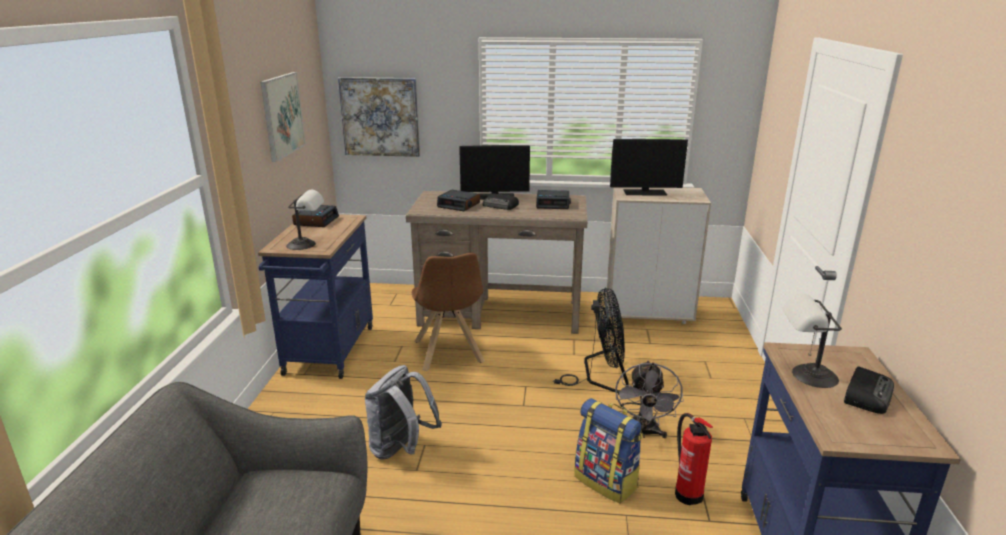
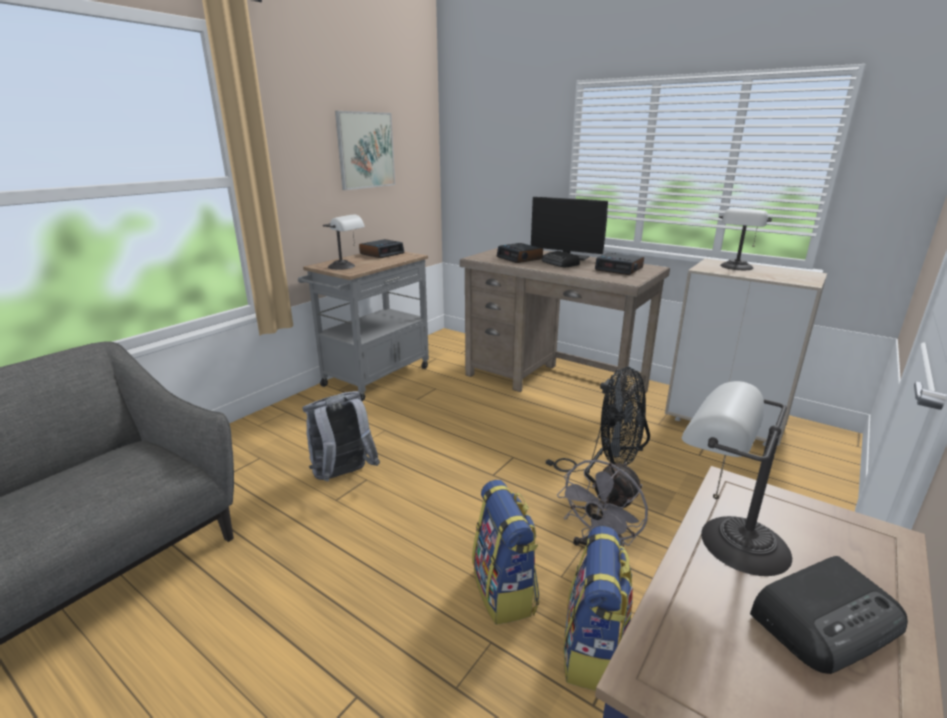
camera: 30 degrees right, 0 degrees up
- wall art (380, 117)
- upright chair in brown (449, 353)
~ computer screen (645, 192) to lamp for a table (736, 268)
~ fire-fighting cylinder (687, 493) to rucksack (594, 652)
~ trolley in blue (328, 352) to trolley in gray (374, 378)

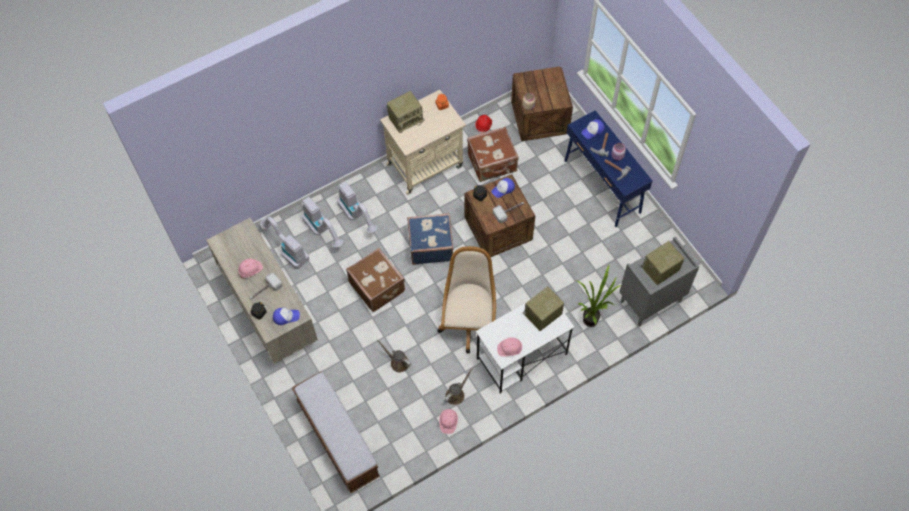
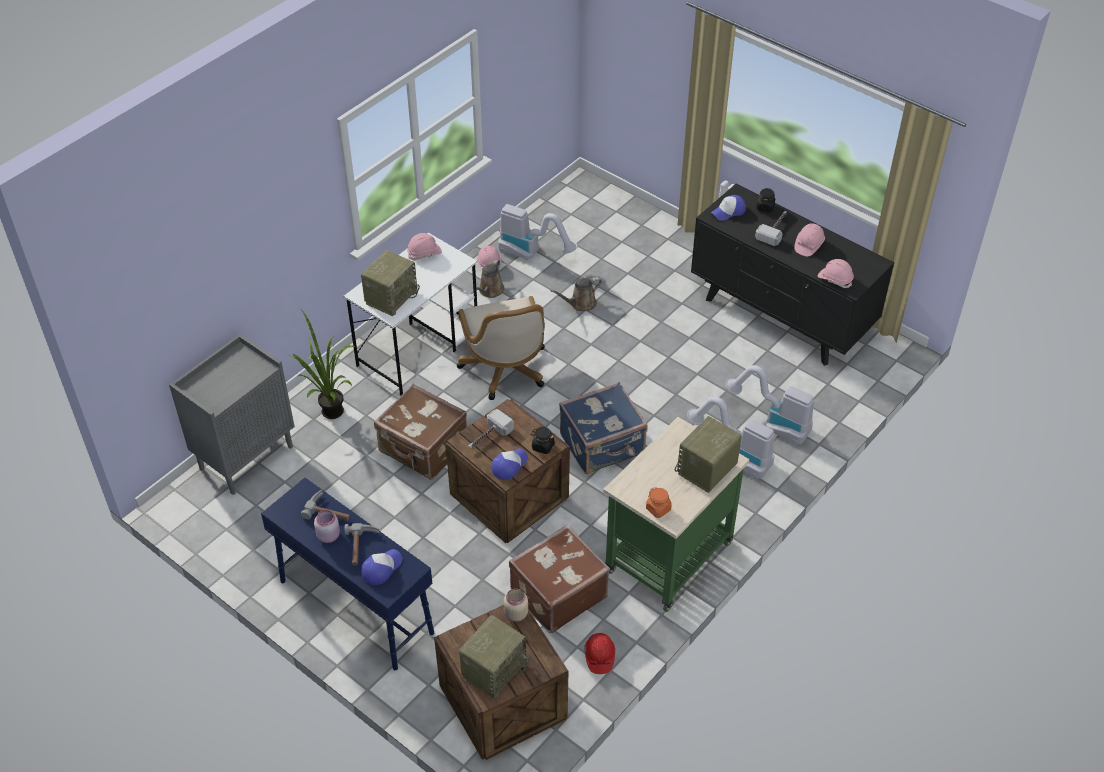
camera: 160 degrees right, 15 degrees down
- bench (338, 439)
+ safety helmet in pinkish (835, 279)
~ hoover (288, 250) to (532, 253)
~ suitcase in brown (377, 286) to (423, 449)
~ radio receiver (660, 270) to (494, 669)
~ dresser in beige-coloured (269, 310) to dresser in black (781, 315)
~ trolley in beige-coloured (425, 165) to trolley in green (669, 559)
~ watering pot in brown (398, 362) = (580, 304) 135 degrees clockwise

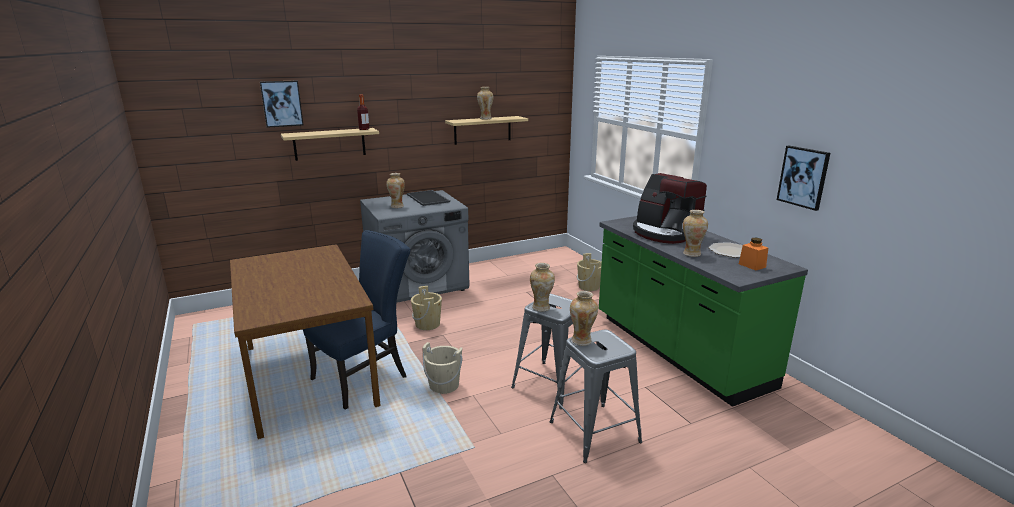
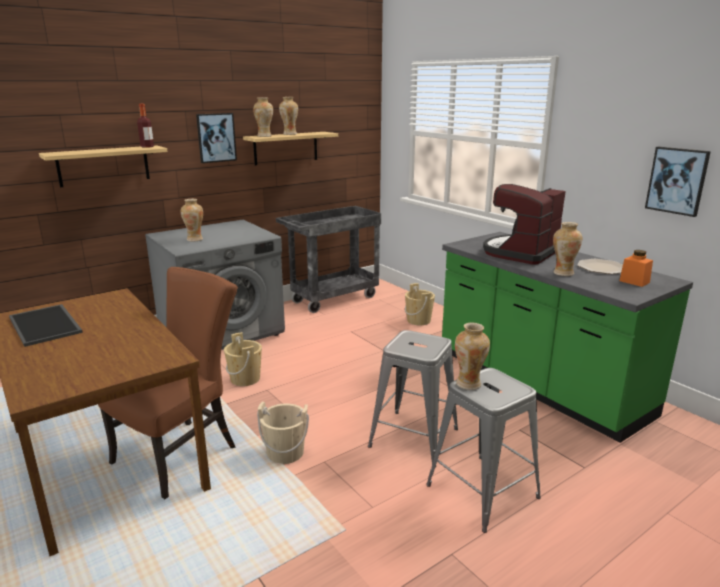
camera: 10 degrees left, 0 degrees up
+ trolley in gray (331, 301)
~ wall art (281, 103) to (216, 137)
~ serving tray (428, 198) to (46, 325)
~ flower vase (541, 308) to (264, 136)
~ upright chair in blue (365, 377) to upright chair in brown (182, 452)
~ coffee maker (665, 233) = (520, 252) 90 degrees clockwise

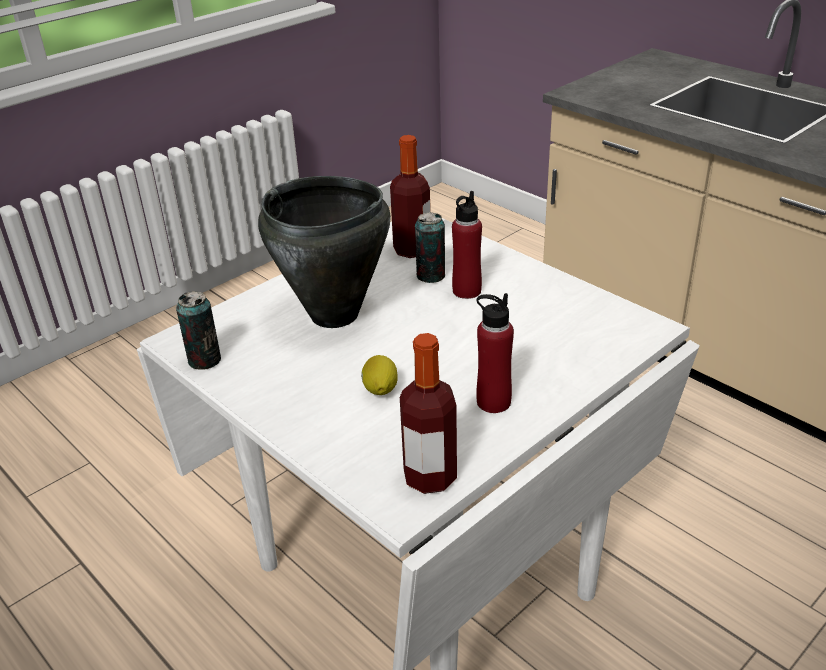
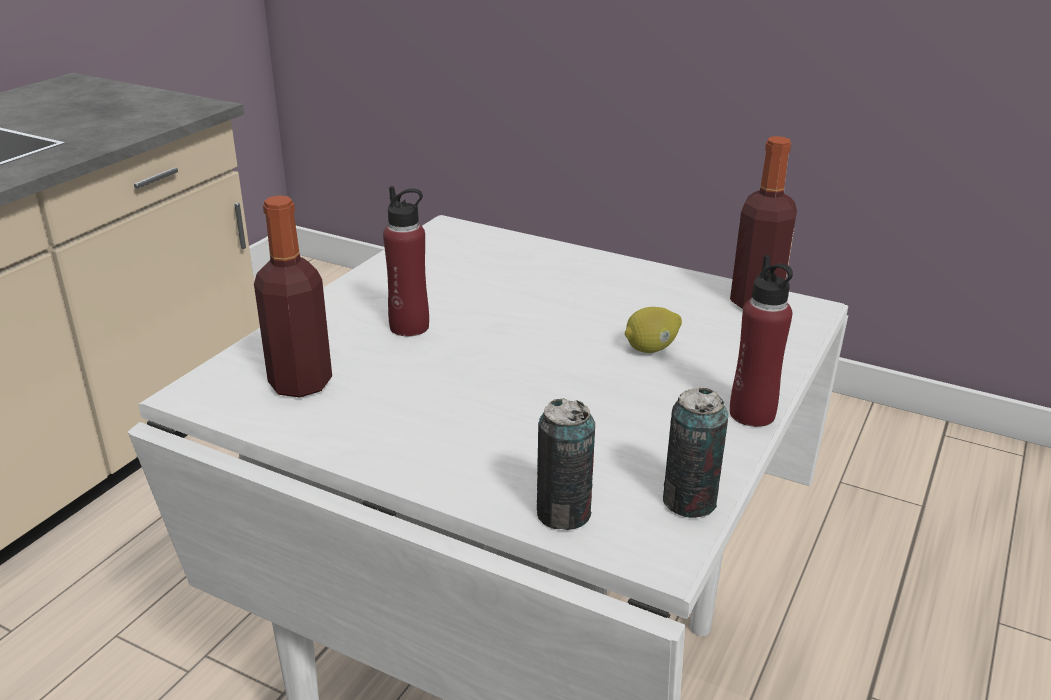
camera: 110 degrees left, 5 degrees down
- cooking pot in black (334, 315)
~ metal can (431, 276) to (563, 513)
~ drink bottle in red-coloured (493, 402) to (752, 414)

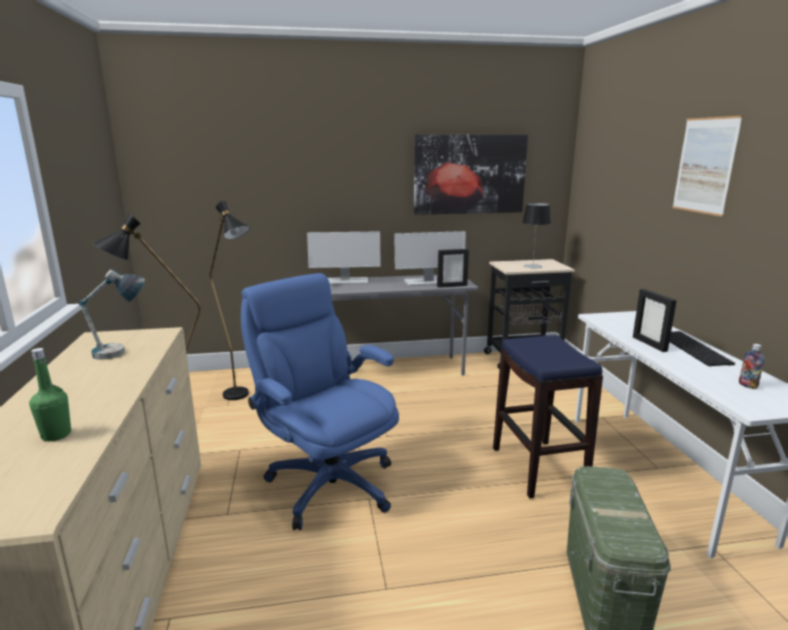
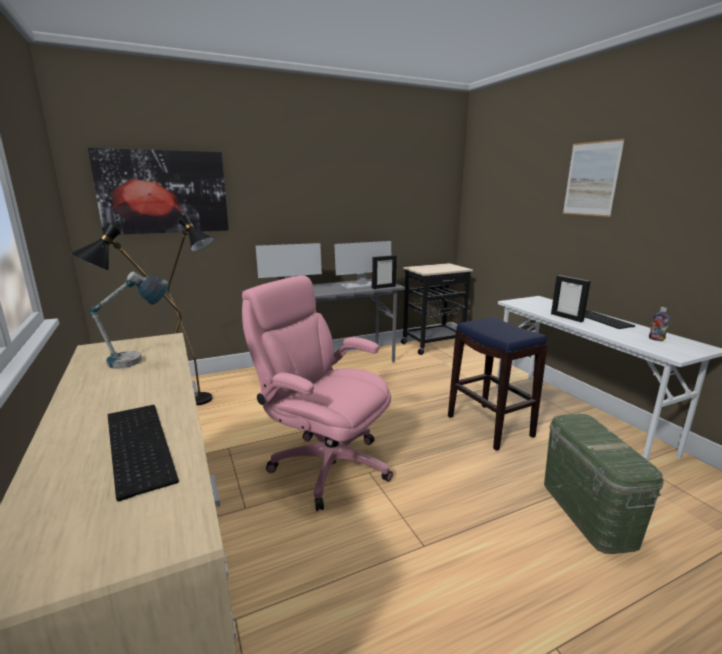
camera: 15 degrees left, 0 degrees up
- lamp for a table (532, 266)
~ wall art (469, 174) to (163, 192)
~ drink bottle in green (56, 435) to computer keyboard (135, 446)
~ office chair in blue (327, 481) to office chair in pinkish (324, 463)

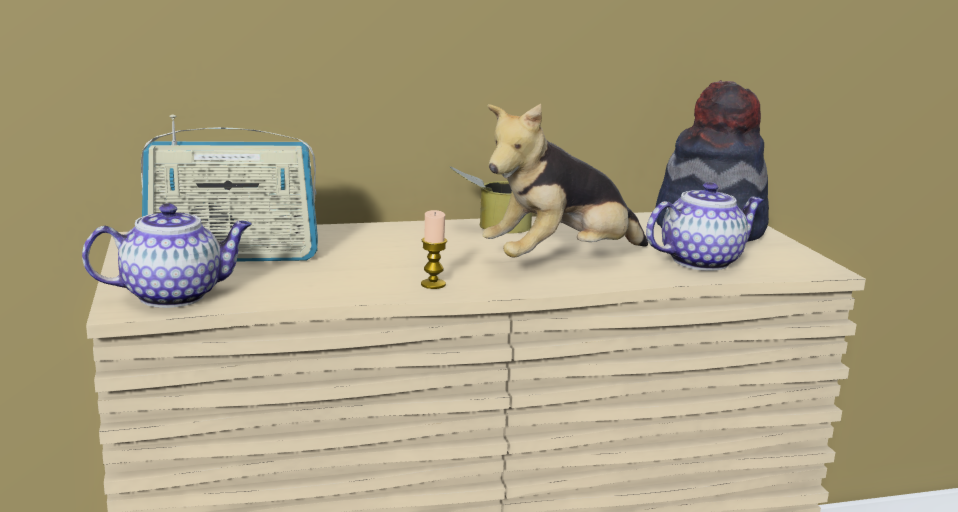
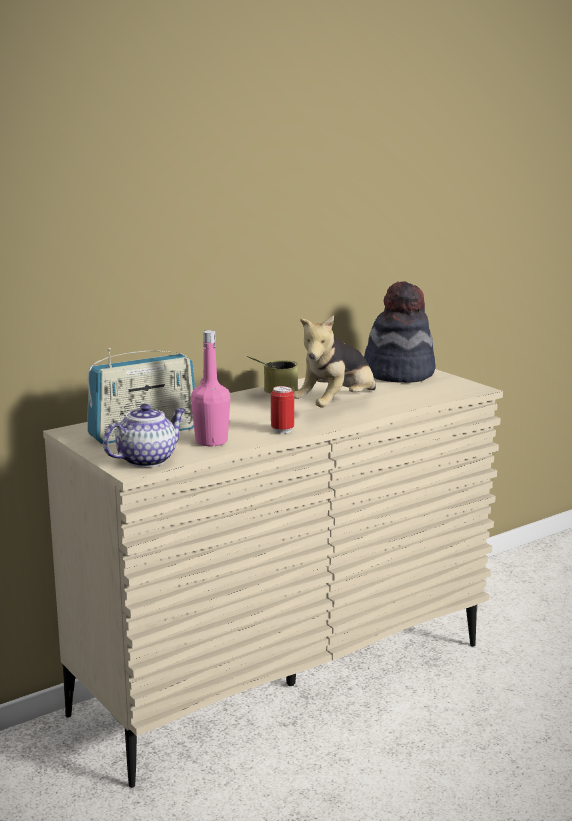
camera: 20 degrees left, 0 degrees up
- pot for tea (702, 261)
+ drink bottle in pinkish (211, 441)
~ wax candle (433, 284) to metal can (282, 430)

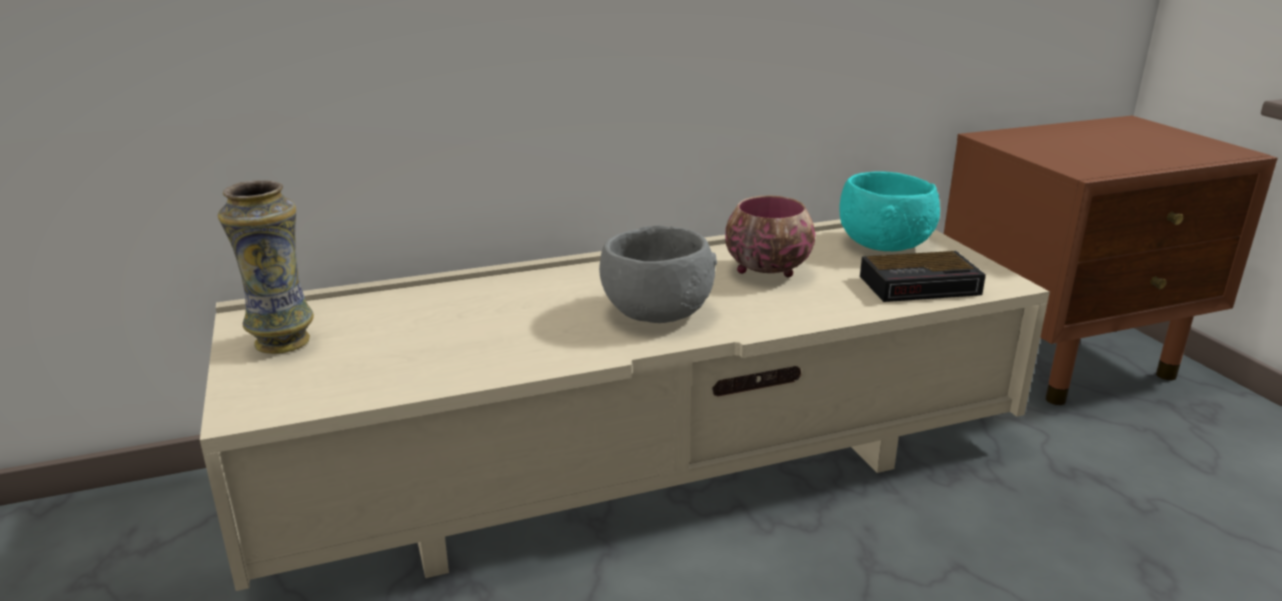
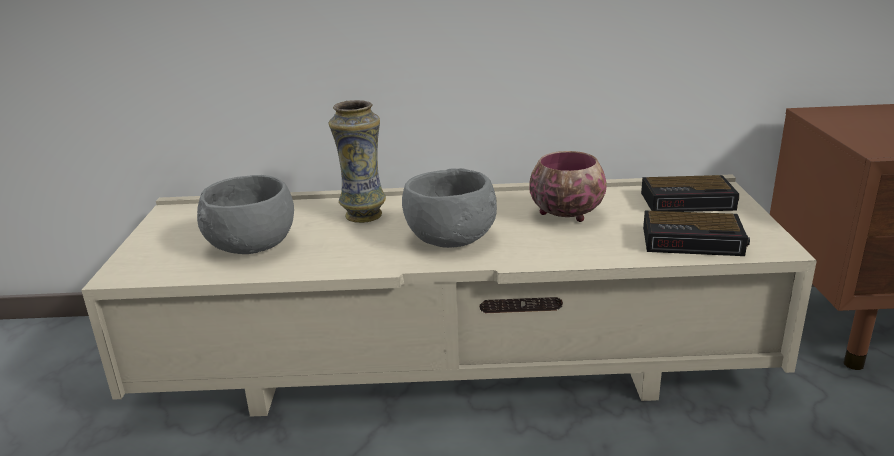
camera: 20 degrees right, 0 degrees up
+ serving bowl in gray (251, 246)
~ flower vase (281, 341) to (363, 215)
~ serving bowl in blue-green (884, 243) to alarm clock (689, 201)

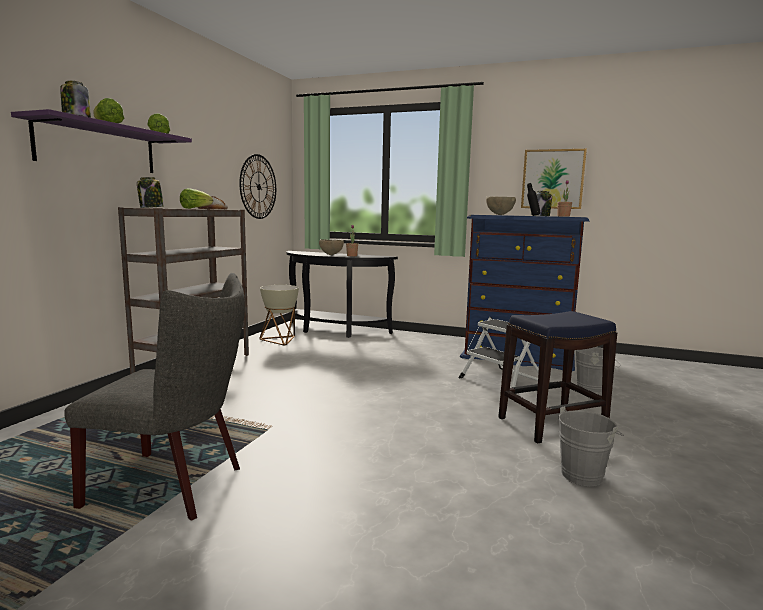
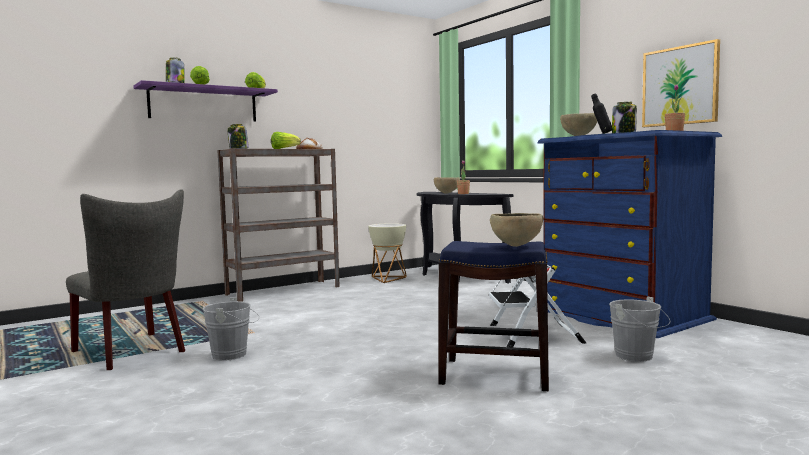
camera: 35 degrees right, 5 degrees down
- wall clock (258, 187)
+ serving bowl in brown (516, 246)
~ pail in gray (584, 474) to (233, 355)

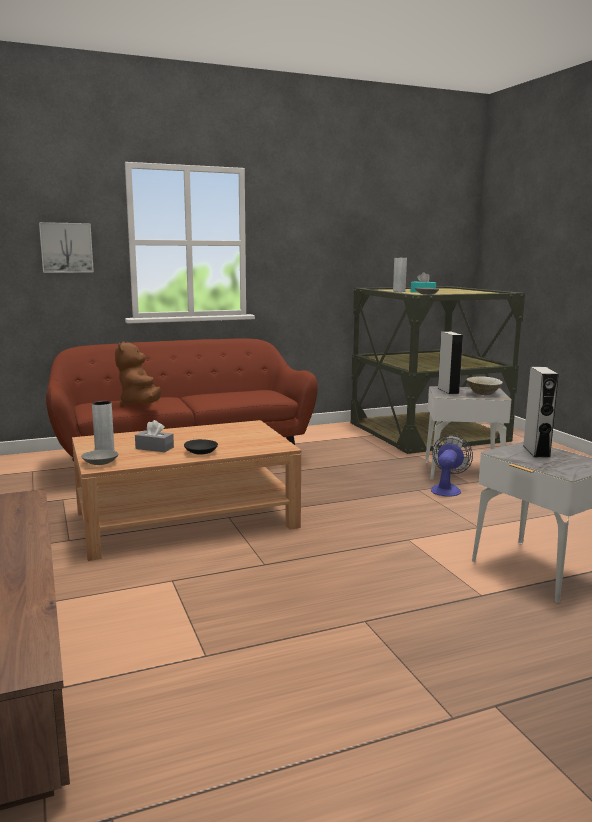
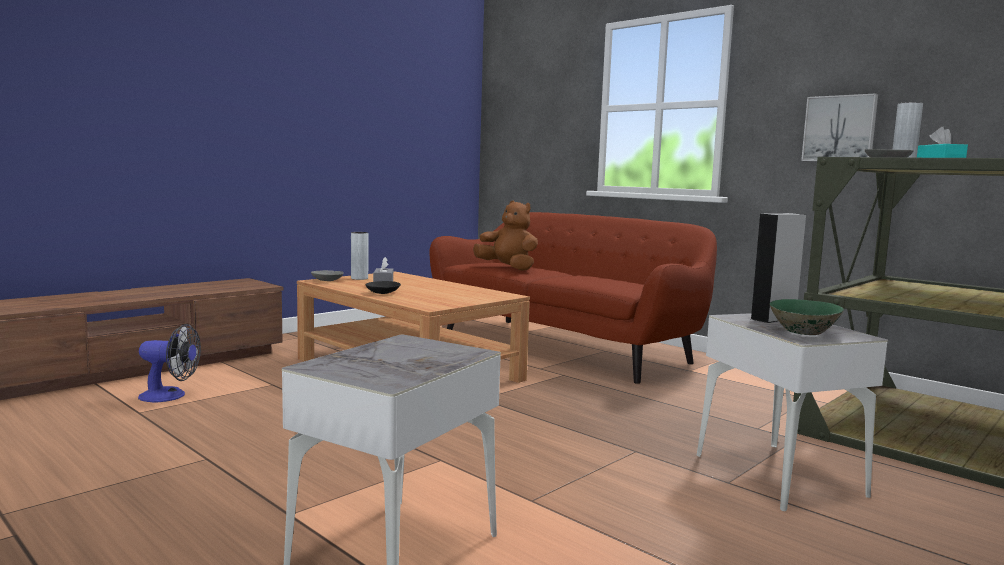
camera: 65 degrees right, 5 degrees down
- speaker in gray (536, 451)
~ wall art (66, 247) to (839, 129)
~ cooling fan (447, 489) to (170, 396)
~ serving bowl in beige-coloured (483, 393) to serving bowl in green (803, 332)
~ plush toy in brown (141, 405) = (508, 268) 75 degrees clockwise

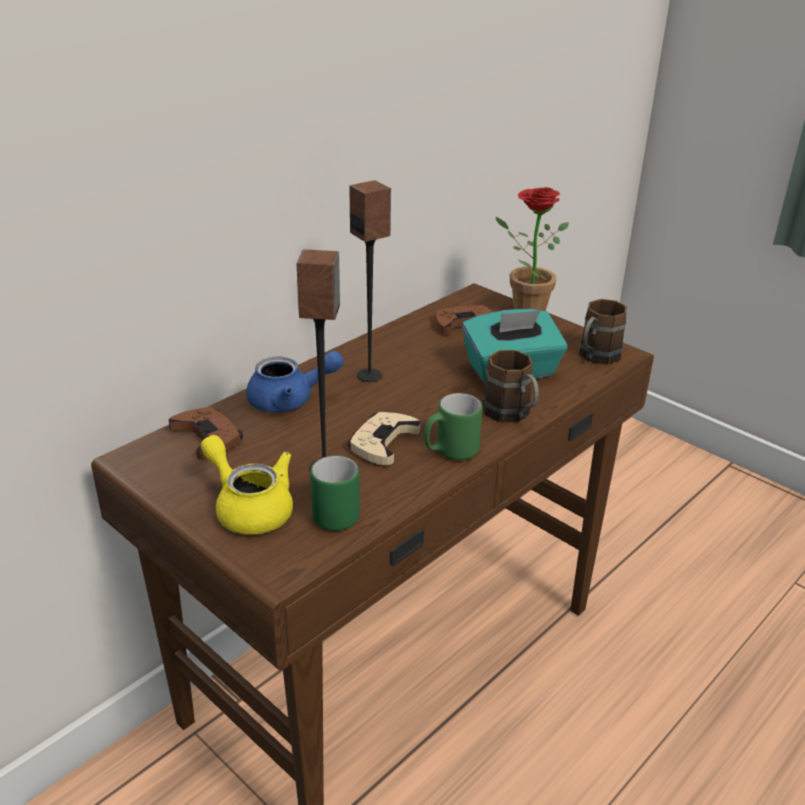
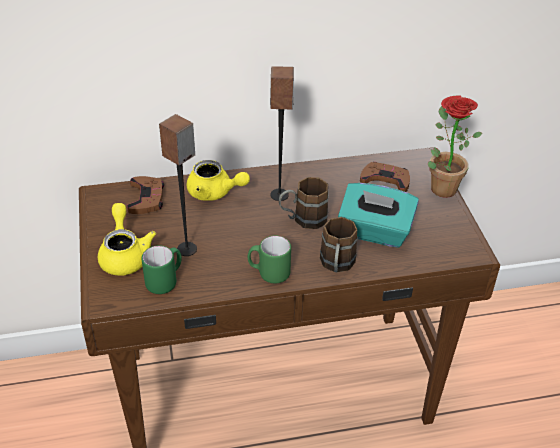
camera: 35 degrees right, 10 degrees up
- joypad in beige-coloured (383, 442)
~ tea mug in brown (595, 358) to (303, 219)
~ pot for tea in blue (290, 400) to pot for tea in yellow-coloured (215, 192)

